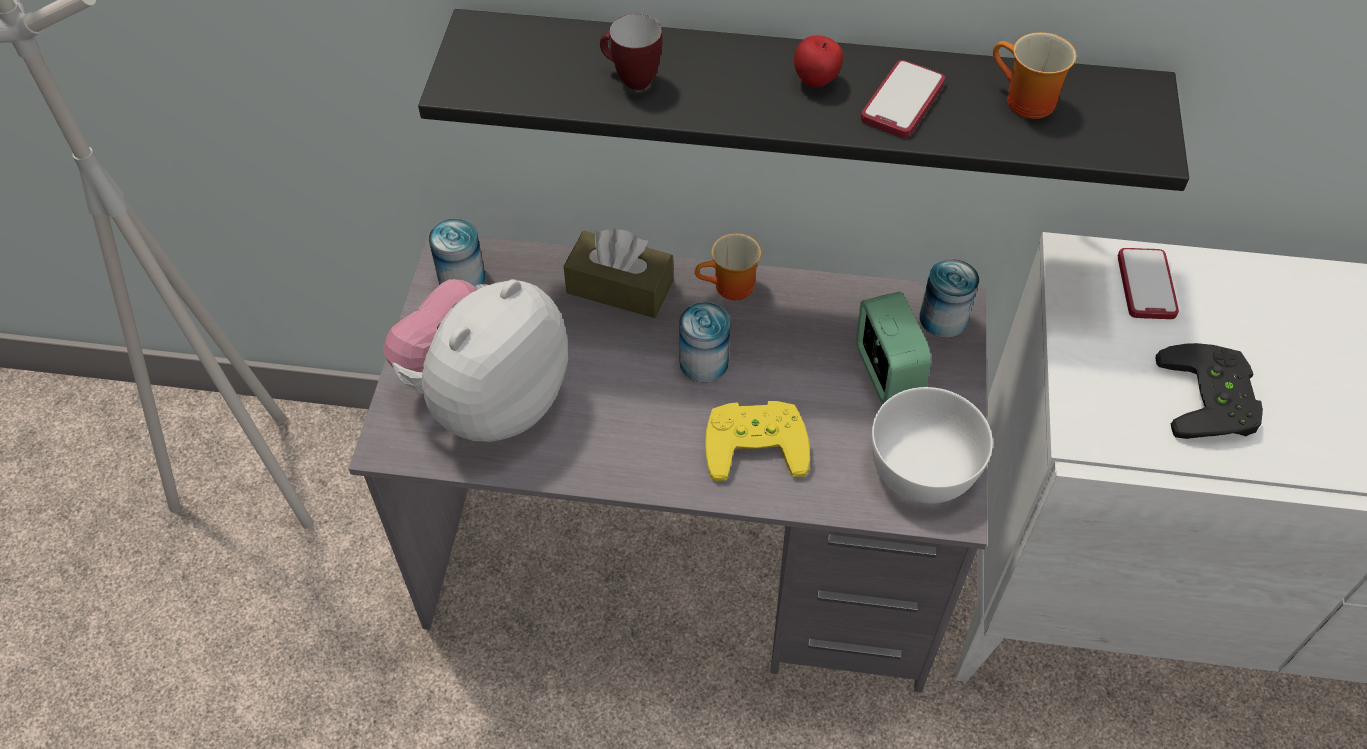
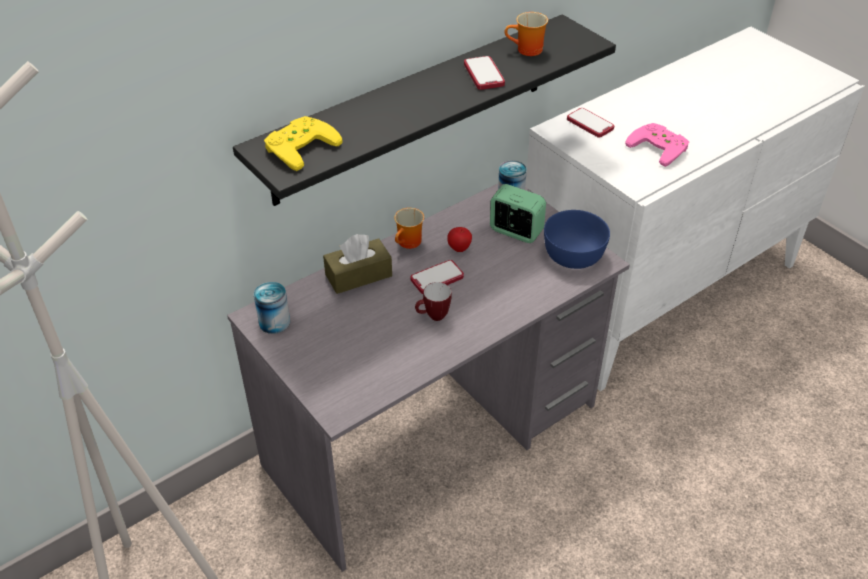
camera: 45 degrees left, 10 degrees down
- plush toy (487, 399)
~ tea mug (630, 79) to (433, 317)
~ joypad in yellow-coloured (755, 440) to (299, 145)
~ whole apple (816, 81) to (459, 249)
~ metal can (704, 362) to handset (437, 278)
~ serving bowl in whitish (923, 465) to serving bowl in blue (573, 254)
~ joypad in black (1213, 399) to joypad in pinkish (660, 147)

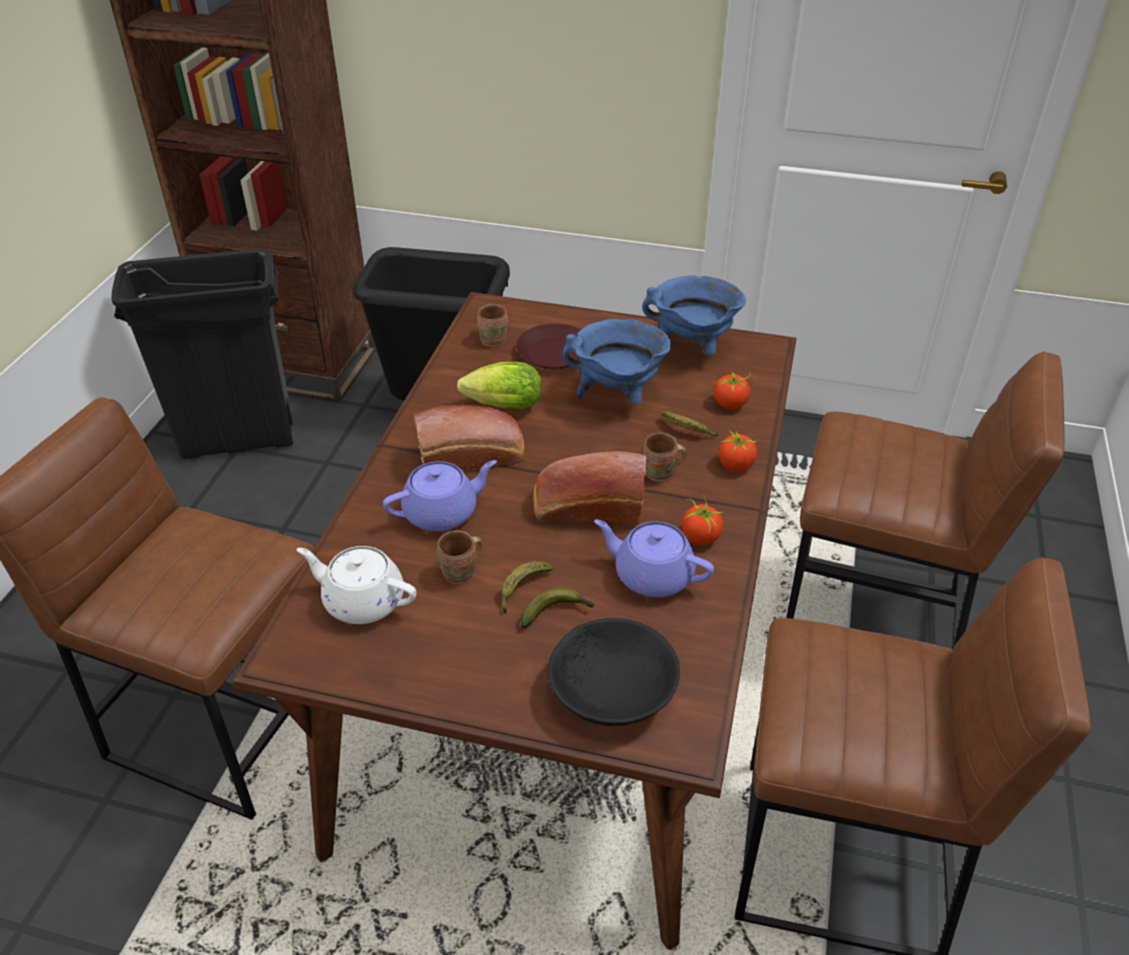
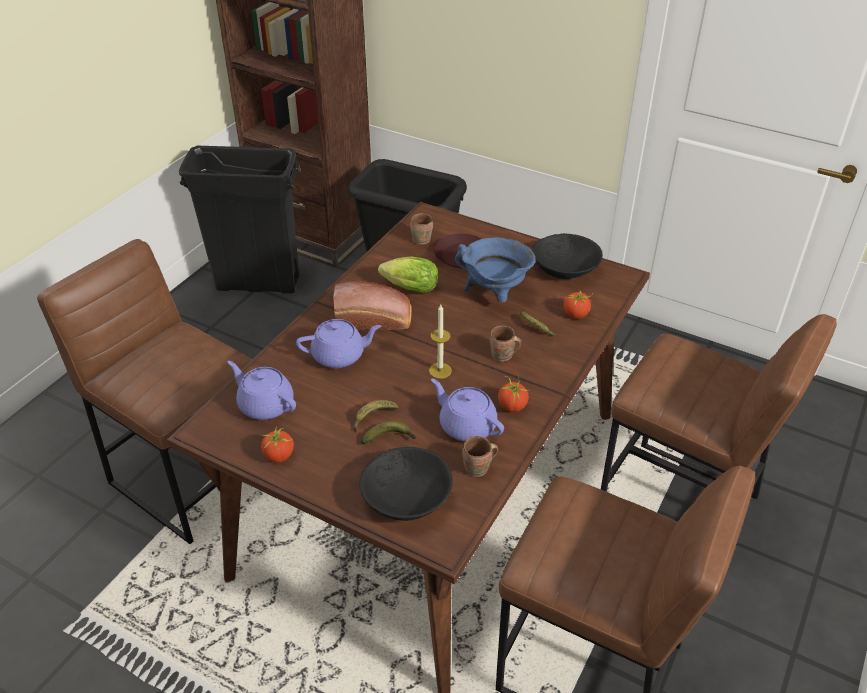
camera: 15 degrees right, 0 degrees up
~ tea mug in brown (462, 574) to (478, 469)
~ tomato (736, 465) to (279, 456)
~ baked bread (587, 508) to wax candle (440, 370)
~ cooking pot in blue (692, 349) to serving bowl in black (565, 269)
~ pot for tea in whitish (362, 601) to pot for tea in purple (265, 404)

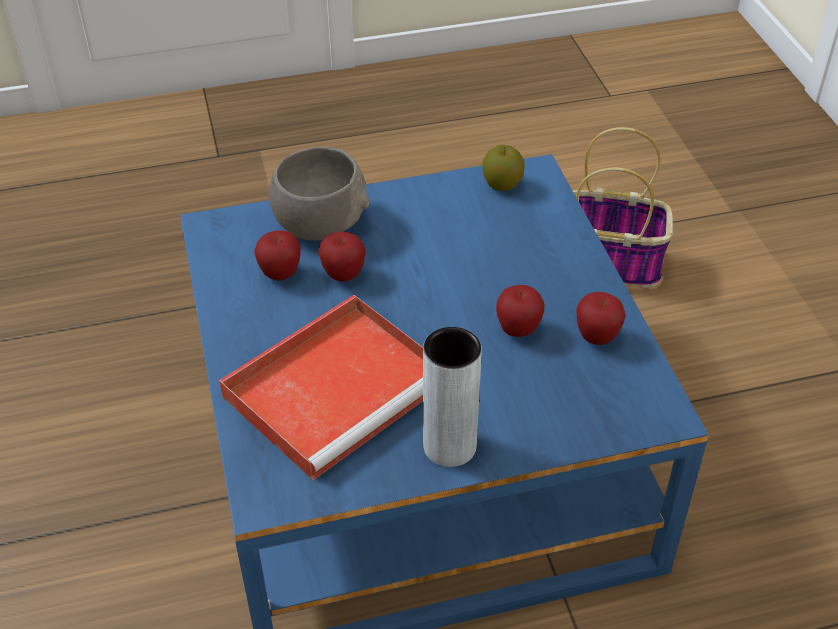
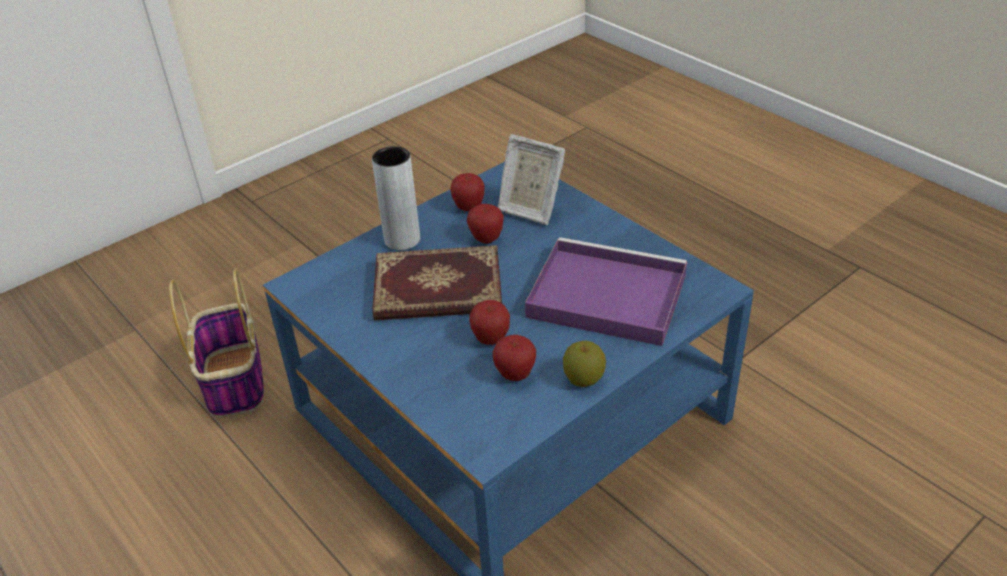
camera: 115 degrees left, 5 degrees down
- serving bowl in gray (320, 222)
+ volume (438, 290)
+ standing frame (529, 209)
~ flower vase in gray (449, 446) to (402, 239)
~ whole apple (502, 185) to (583, 379)
~ serving tray in red-coloured (337, 386) to serving tray in purple (603, 296)

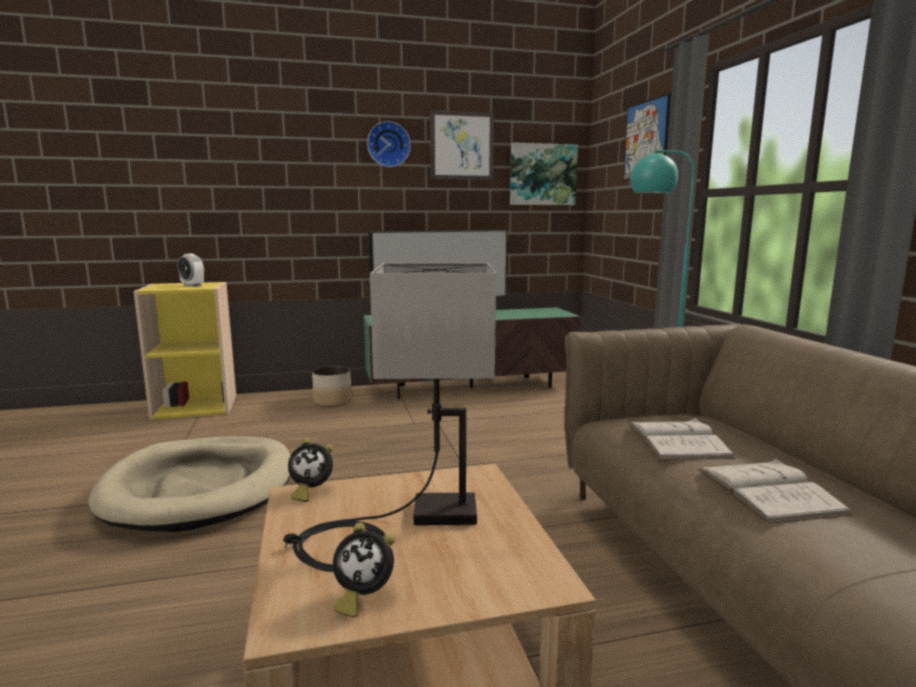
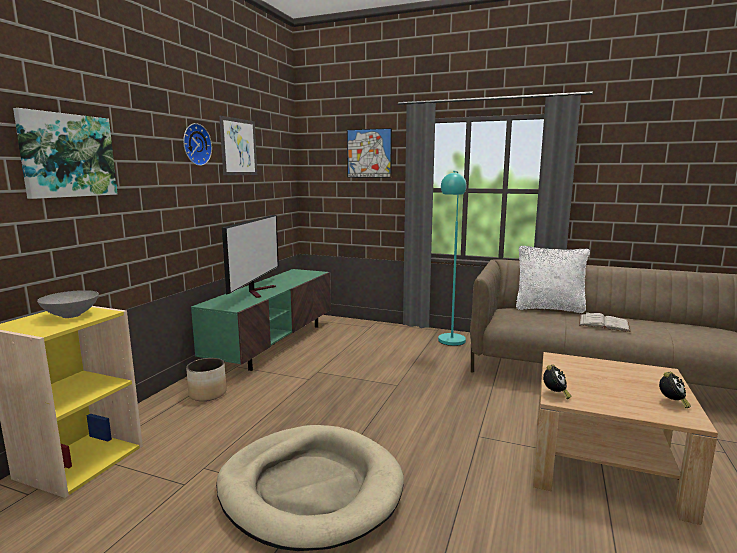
camera: 55 degrees left, 0 degrees up
- lamp for a table (401, 524)
- volume in whitish (678, 440)
+ pillow in whitish (549, 309)
~ wall art (542, 174) to (68, 155)
~ alarm clock (192, 285) to serving bowl in gray (72, 315)

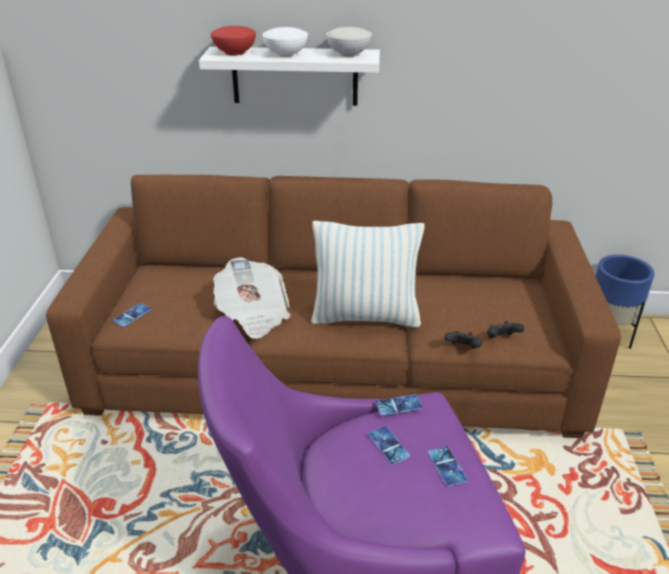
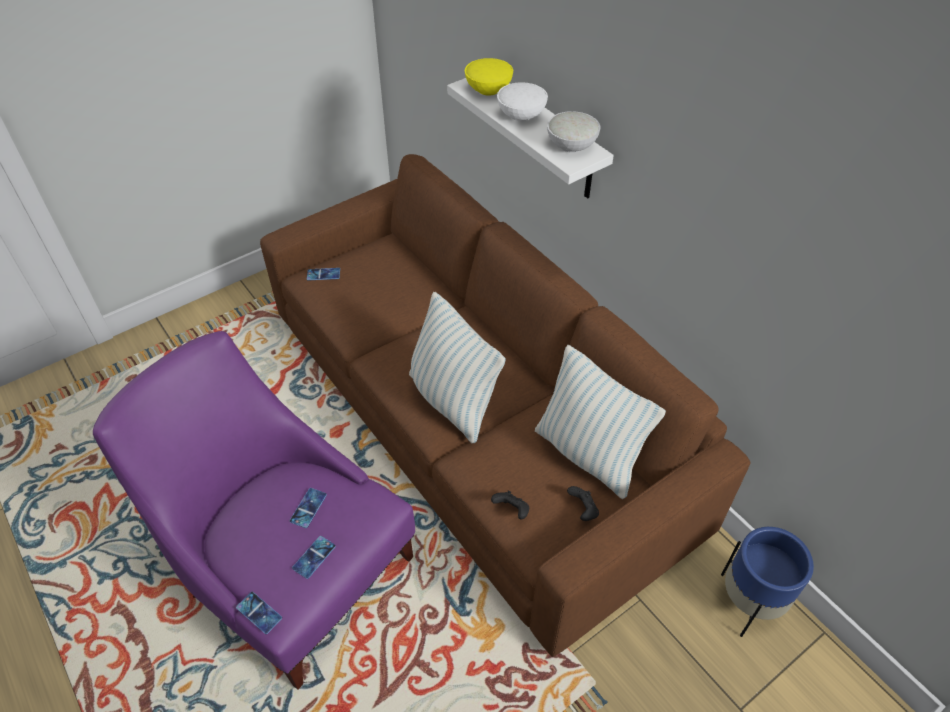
camera: 50 degrees right, 15 degrees up
- newspaper (253, 314)
+ pillow (588, 454)
~ handset (398, 405) to (259, 612)
~ joypad in black (462, 349) to (583, 510)
~ serving bowl in red-coloured (234, 52) to serving bowl in yellow-coloured (487, 89)

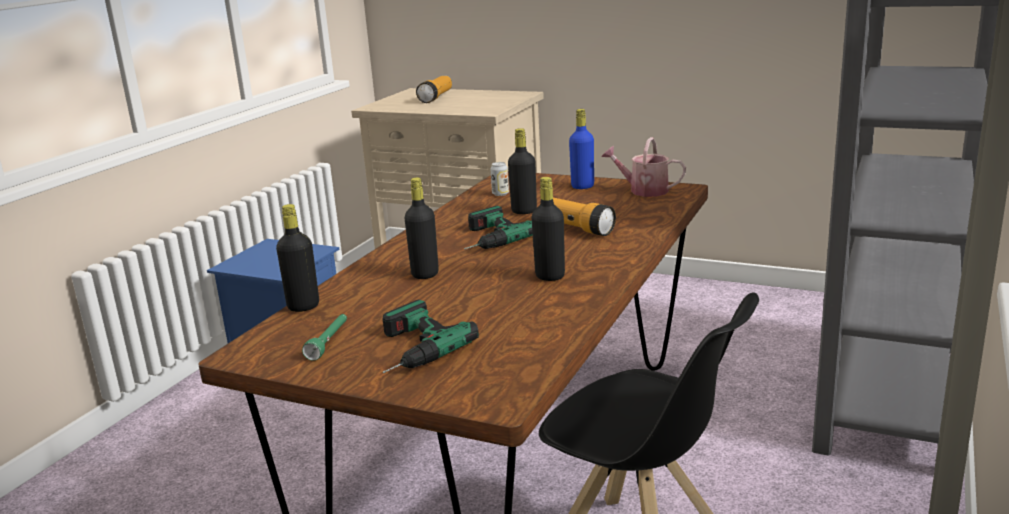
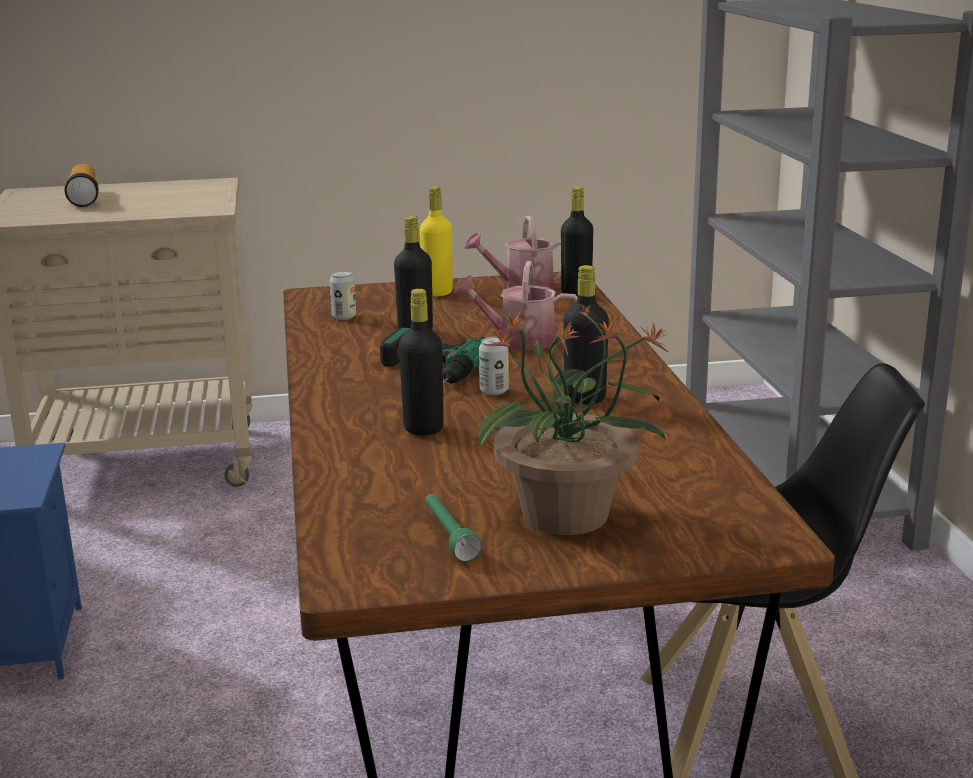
camera: 35 degrees left, 0 degrees up
+ metal can (494, 391)
~ drink bottle in black (303, 306) to (576, 294)
~ electric drill (408, 349) to houseplant (568, 516)
~ torch (576, 228) to watering pot (519, 341)
~ drink bottle in blue (582, 186) to drink bottle in yellow-coloured (437, 292)

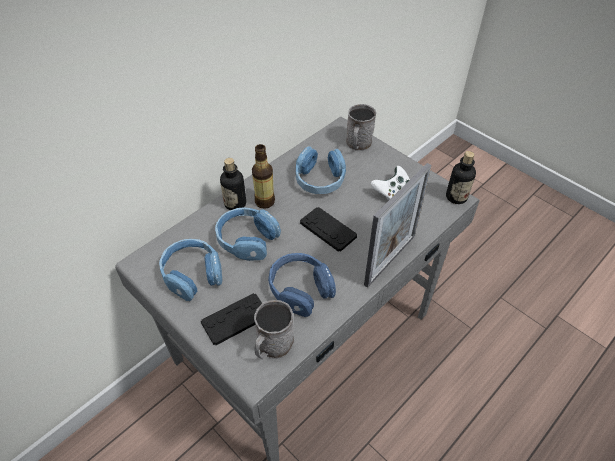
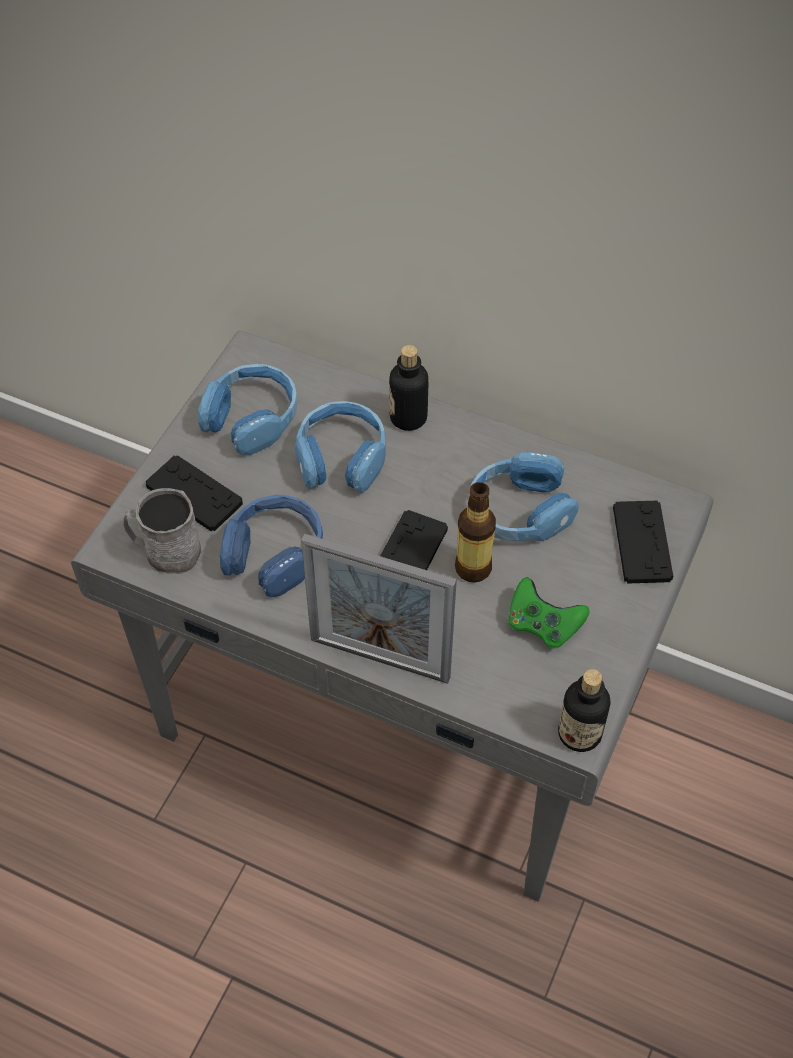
camera: 70 degrees right, 5 degrees up
~ drink bottle (264, 201) to (473, 568)
~ tea mug in gray (358, 144) to joypad in black (642, 543)
~ joypad in whitish (391, 191) to joypad in green (542, 625)

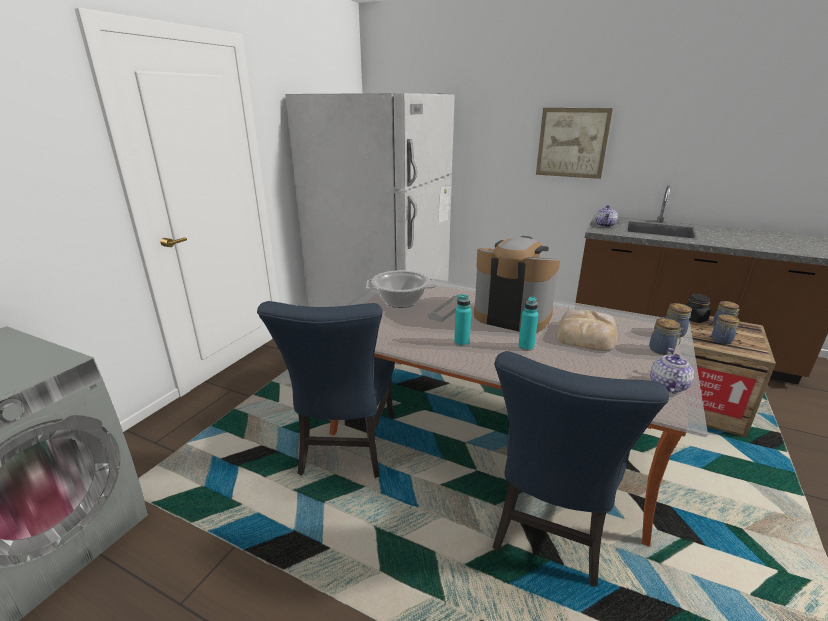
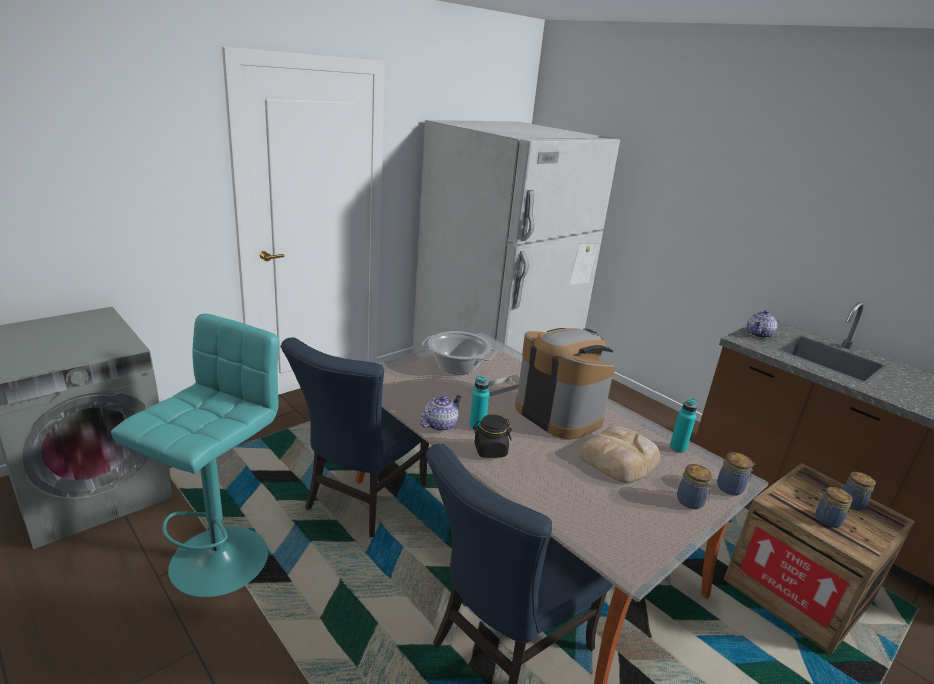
camera: 20 degrees right, 0 degrees up
- wall art (572, 143)
+ stool in blue-green (221, 560)
~ drink bottle in blue-green (526, 347) to (677, 448)
~ pot for tea (667, 386) to (439, 425)
~ preserve jar in black (694, 319) to (490, 450)

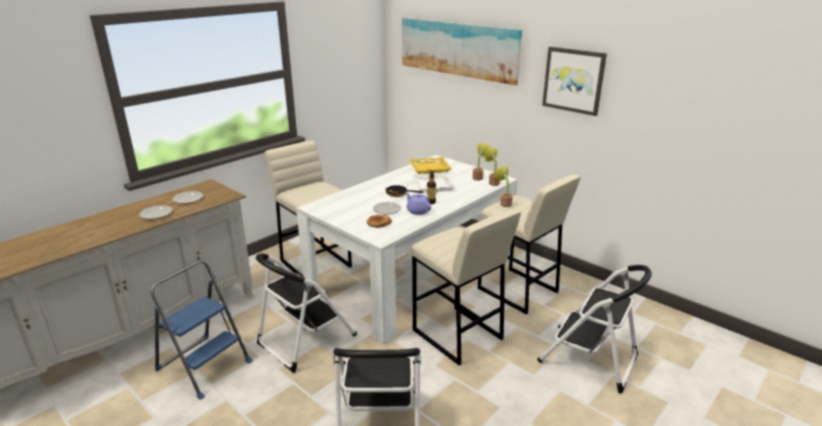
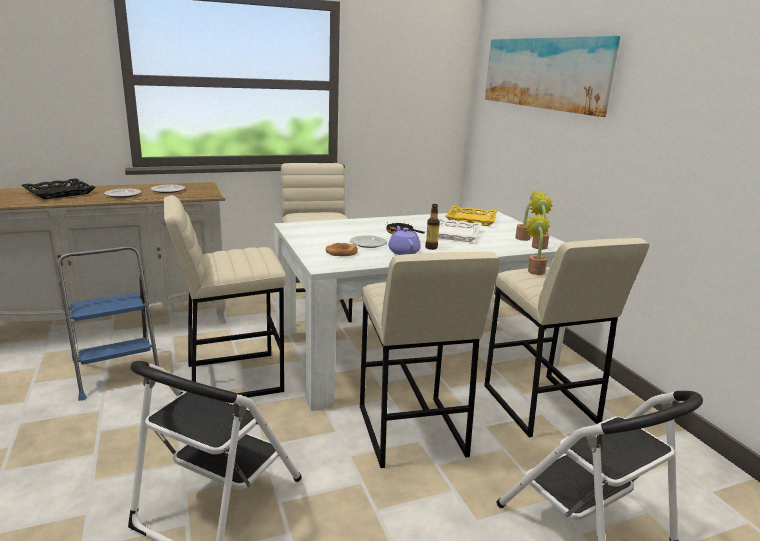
camera: 25 degrees right, 5 degrees down
- wall art (573, 80)
+ serving tray in black (59, 193)
~ step stool (304, 340) to stool in beige-coloured (231, 378)

